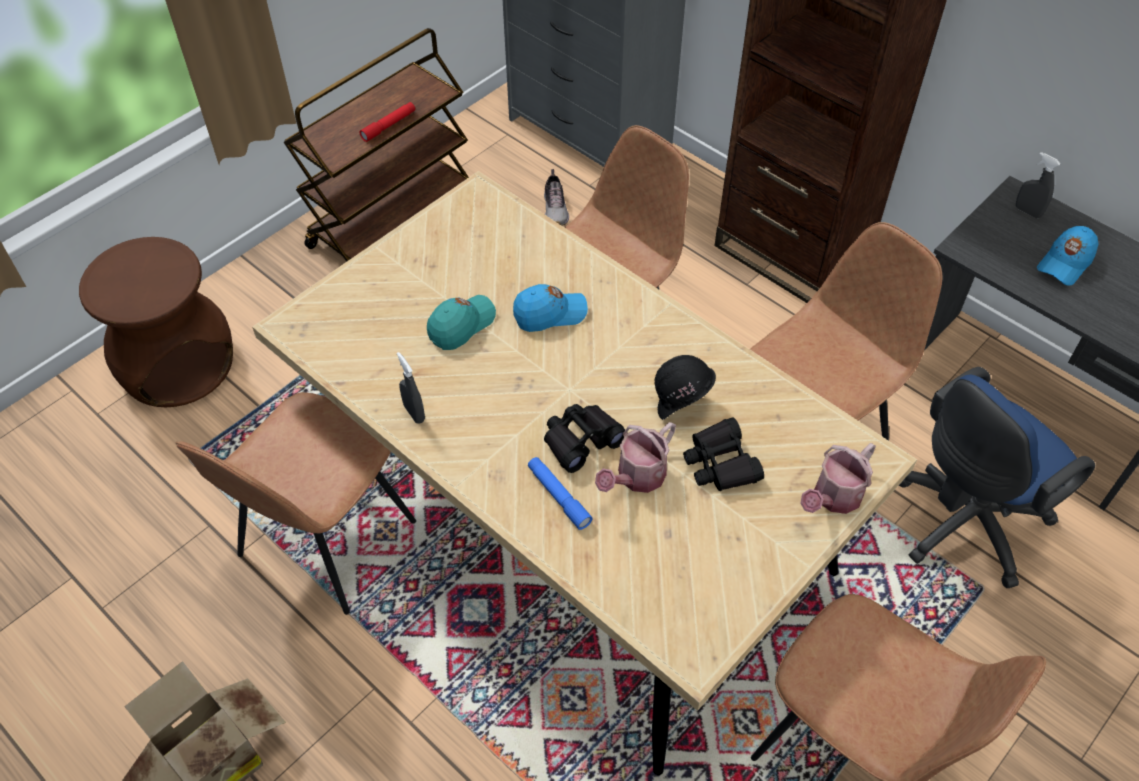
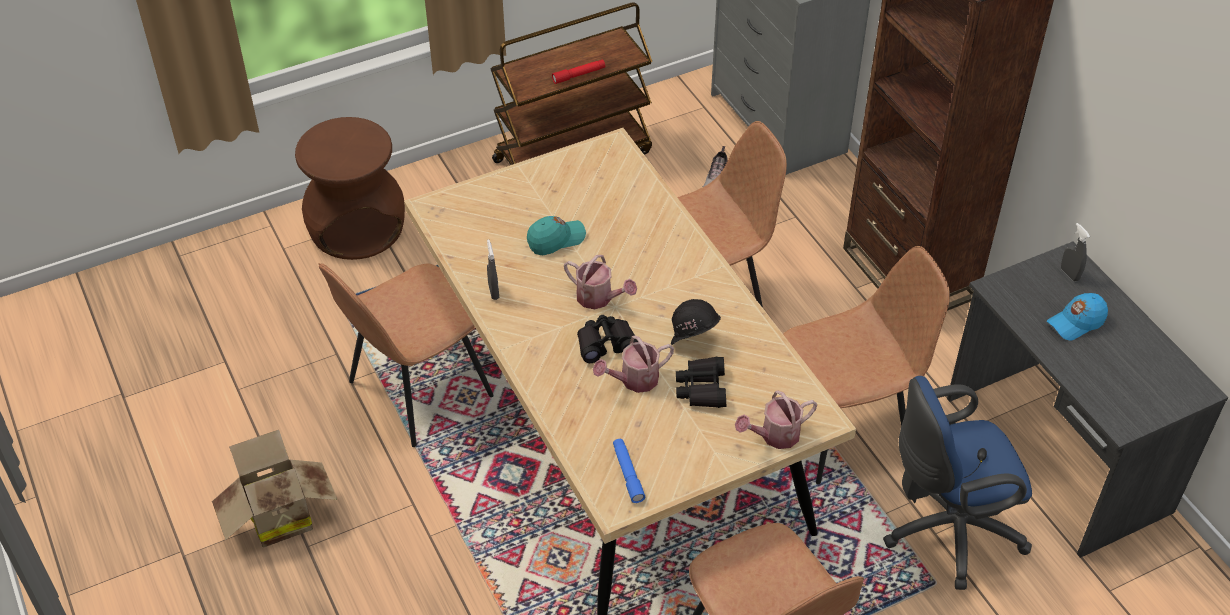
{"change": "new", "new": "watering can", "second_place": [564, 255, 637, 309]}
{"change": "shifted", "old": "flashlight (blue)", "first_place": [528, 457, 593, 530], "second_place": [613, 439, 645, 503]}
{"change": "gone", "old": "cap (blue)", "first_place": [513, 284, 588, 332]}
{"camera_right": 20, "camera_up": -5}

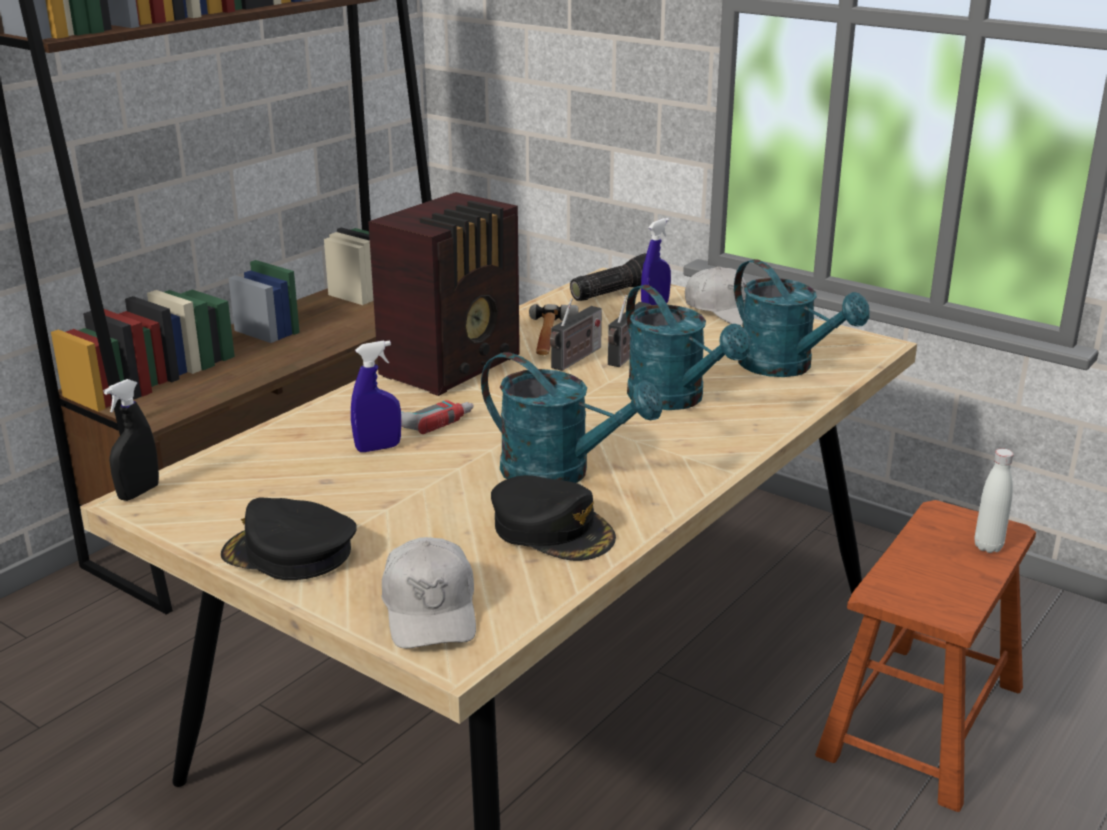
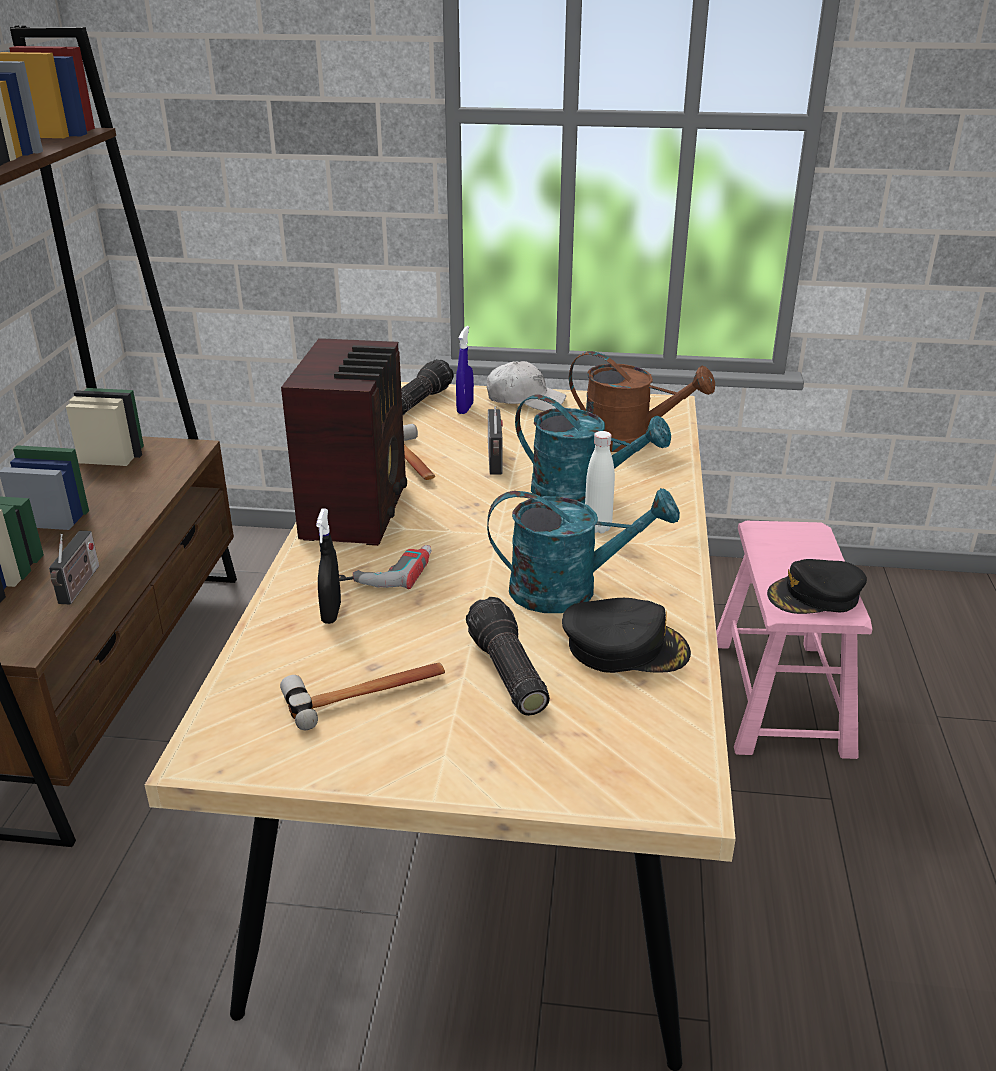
{"change": "shifted", "old": "radio", "first_place": [550, 298, 602, 371], "second_place": [49, 531, 99, 605]}
{"change": "new", "new": "hammer", "second_place": [280, 663, 445, 730]}
{"change": "shifted", "old": "spray bottle (black)", "first_place": [103, 379, 159, 501], "second_place": [316, 509, 341, 624]}
{"change": "new", "new": "flashlight", "second_place": [466, 597, 550, 716]}
{"change": "repainted", "old": "watering can (turquoise)", "new": "watering can (brown)", "first_place": [734, 259, 870, 377], "second_place": [569, 351, 715, 452]}
{"change": "shifted", "old": "bottle (white)", "first_place": [974, 449, 1014, 553], "second_place": [585, 431, 615, 534]}
{"change": "repainted", "old": "stool (brown)", "new": "stool (pink)", "first_place": [815, 500, 1036, 812], "second_place": [716, 521, 872, 759]}
{"change": "shifted", "old": "cap (black)", "first_place": [221, 498, 357, 580], "second_place": [767, 559, 867, 614]}
{"change": "gone", "old": "spray bottle (blue)", "first_place": [351, 341, 401, 452]}
{"change": "gone", "old": "cap (white)", "first_place": [381, 537, 476, 649]}
{"camera_right": -30, "camera_up": 5}

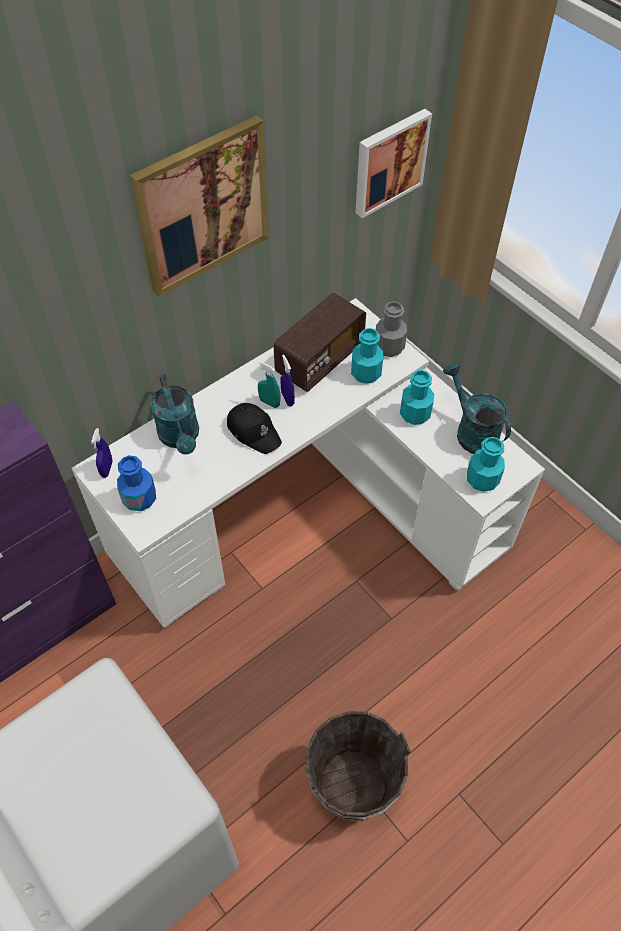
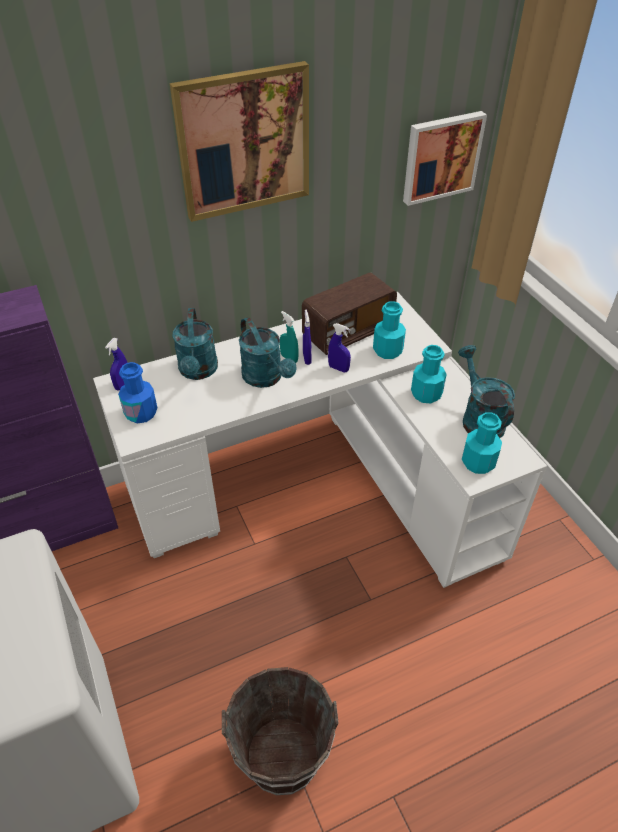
{"change": "swapped", "old": "cap (black)", "new": "watering can (turquoise)", "first_place": [227, 403, 282, 454], "second_place": [239, 317, 296, 388]}
{"change": "new", "new": "spray bottle (blue)", "second_place": [328, 323, 351, 372]}
{"change": "gone", "old": "bottle (grey)", "first_place": [376, 301, 407, 357]}
{"camera_right": 15, "camera_up": -10}

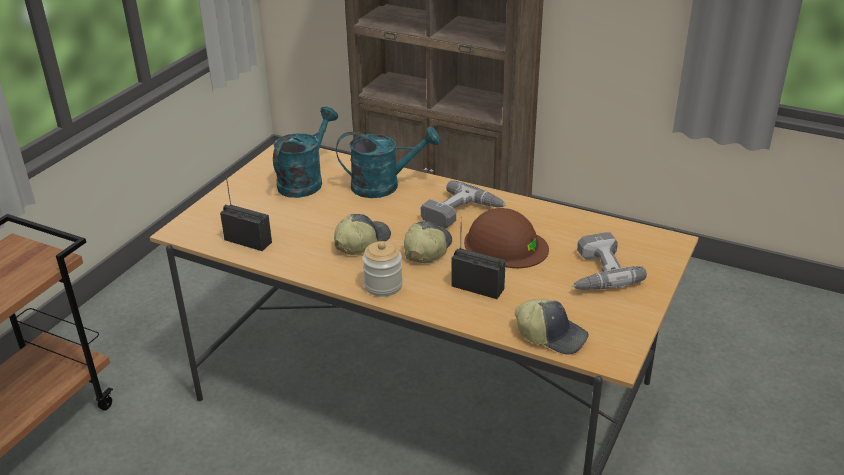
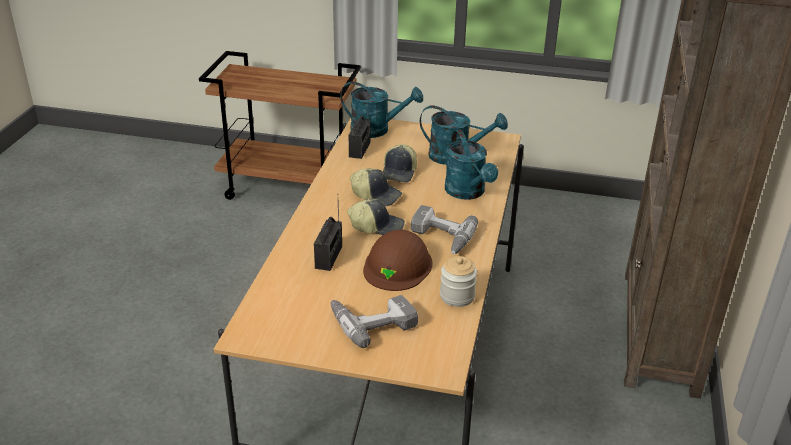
{"change": "new", "new": "watering can (turquoise)", "second_place": [340, 81, 423, 138]}
{"change": "shifted", "old": "cap", "first_place": [515, 298, 589, 355], "second_place": [383, 144, 417, 183]}
{"change": "shifted", "old": "jar", "first_place": [362, 241, 403, 297], "second_place": [440, 256, 477, 307]}
{"camera_right": 75, "camera_up": 0}

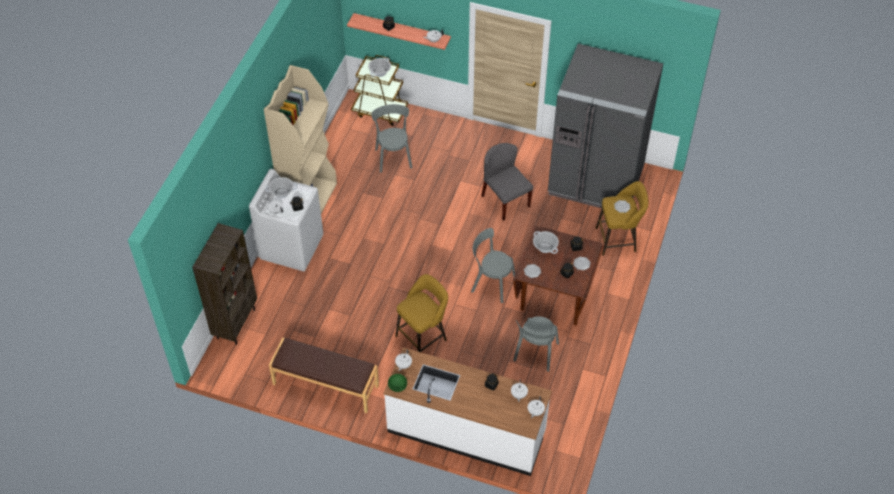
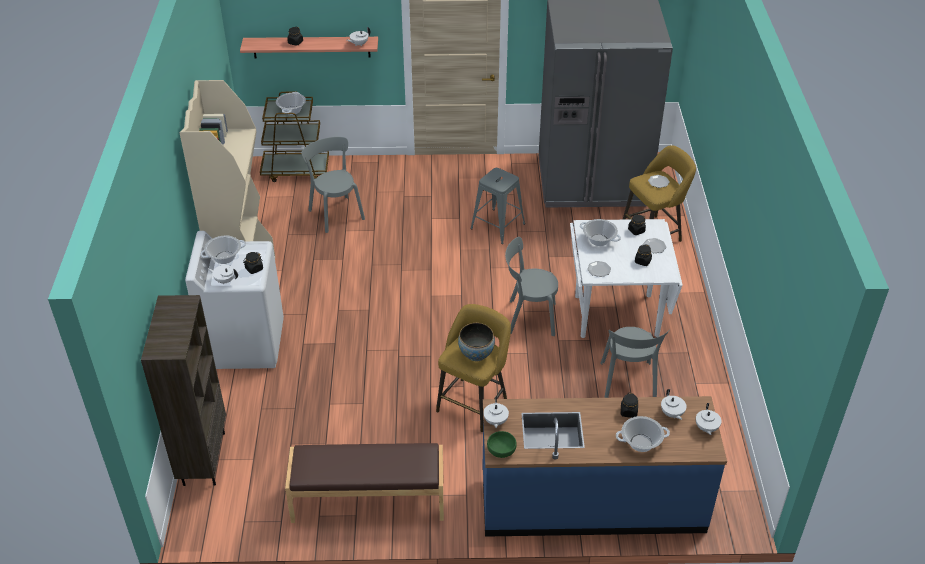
{"change": "new", "new": "bowl", "second_place": [458, 323, 495, 361]}
{"change": "swapped", "old": "chair (grey)", "new": "stool (grey)", "first_place": [481, 143, 533, 221], "second_place": [470, 168, 525, 244]}
{"change": "repainted", "old": "counter (white)", "new": "counter (blue)", "first_place": [383, 347, 552, 476], "second_place": [482, 396, 727, 537]}
{"change": "repainted", "old": "dining table (brown)", "new": "dining table (white)", "first_place": [513, 225, 604, 325], "second_place": [570, 219, 683, 338]}
{"change": "new", "new": "cooking pot", "second_place": [616, 416, 670, 452]}
{"camera_right": -20, "camera_up": -10}

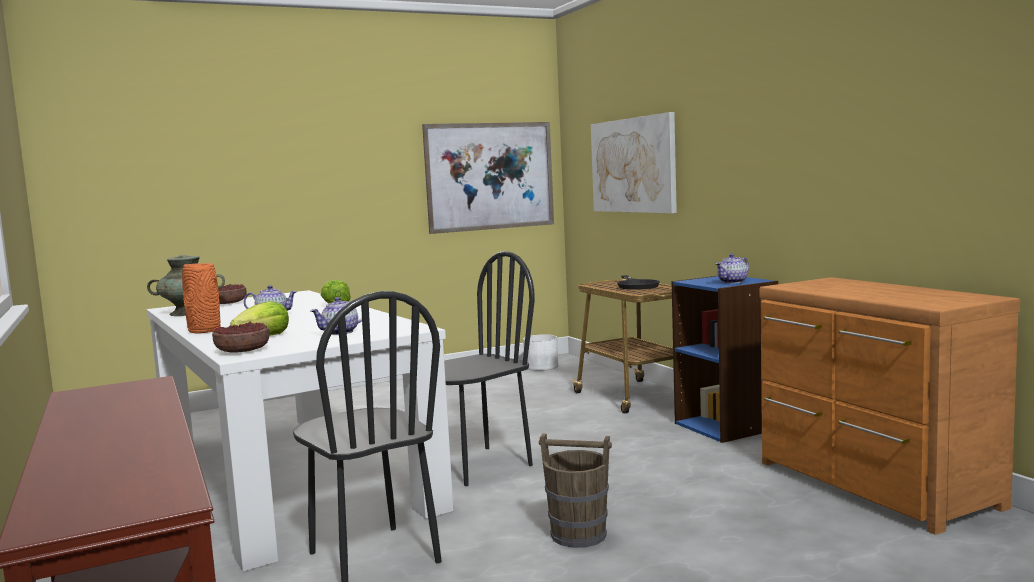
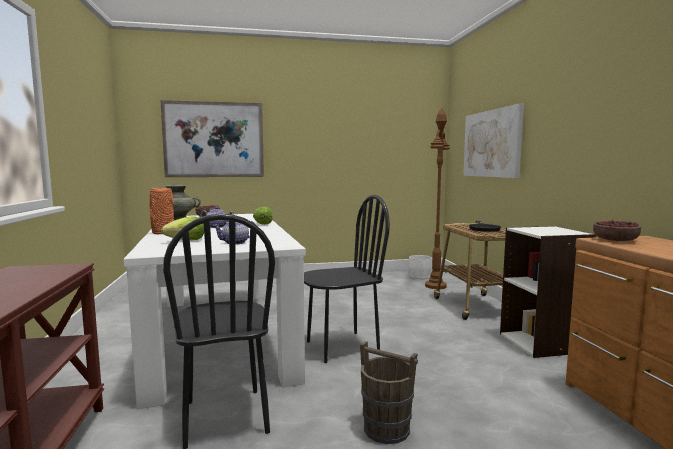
{"change": "shifted", "old": "picture", "first_place": [422, 122, 554, 234], "second_place": [160, 100, 264, 177]}
{"change": "new", "new": "floor lamp (brown)", "second_place": [425, 108, 450, 289]}
{"change": "repainted", "old": "bookcase (blue)", "new": "bookcase (white)", "first_place": [672, 276, 779, 443], "second_place": [500, 226, 596, 358]}
{"change": "shifted", "old": "bowl", "first_place": [212, 322, 269, 352], "second_place": [593, 220, 641, 241]}
{"change": "gone", "old": "teapot", "first_place": [715, 254, 749, 284]}
{"camera_right": 15, "camera_up": 0}

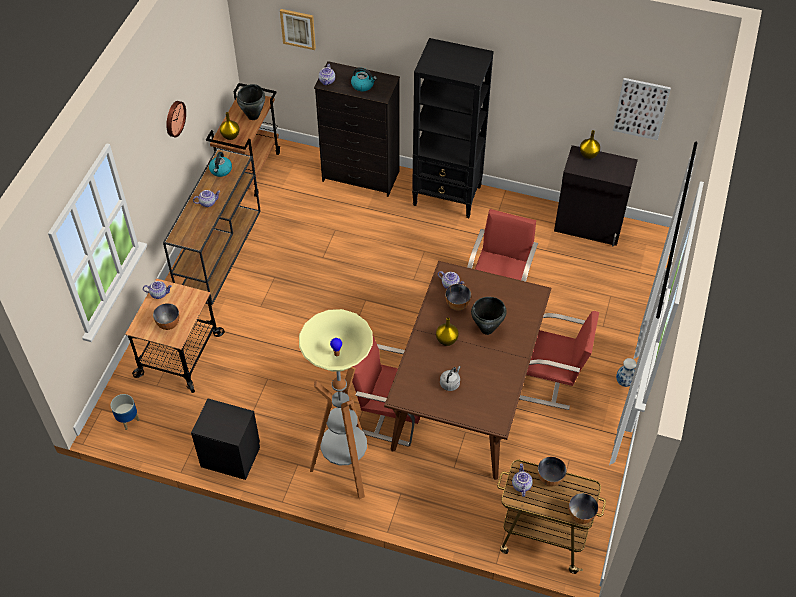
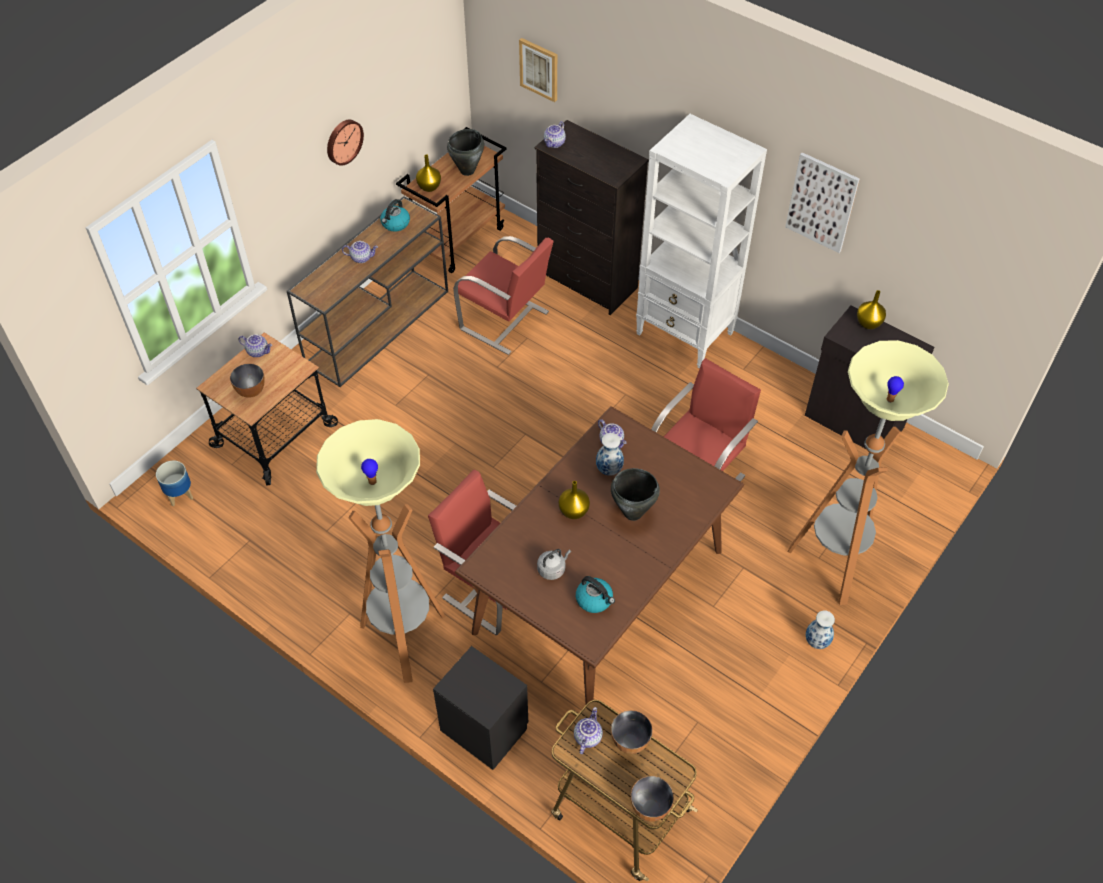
{"change": "shifted", "old": "nightstand (black)", "first_place": [191, 399, 260, 480], "second_place": [433, 646, 528, 770]}
{"change": "shifted", "old": "chair (red)", "first_place": [519, 311, 599, 410], "second_place": [453, 236, 554, 355]}
{"change": "shifted", "old": "kettle", "first_place": [351, 67, 377, 91], "second_place": [576, 576, 615, 613]}
{"change": "swapped", "old": "bowl", "new": "vase", "first_place": [445, 284, 471, 311], "second_place": [596, 433, 624, 476]}
{"change": "repainted", "old": "bookcase (black)", "new": "bookcase (white)", "first_place": [412, 38, 494, 218], "second_place": [636, 114, 767, 369]}
{"change": "shifted", "old": "picture", "first_place": [613, 78, 671, 140], "second_place": [785, 152, 860, 253]}
{"change": "new", "new": "floor lamp", "second_place": [788, 340, 949, 605]}
{"camera_right": 20, "camera_up": 0}

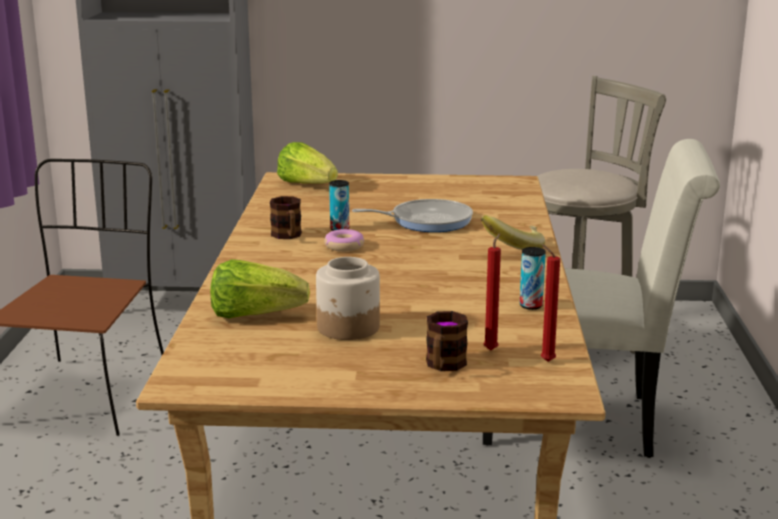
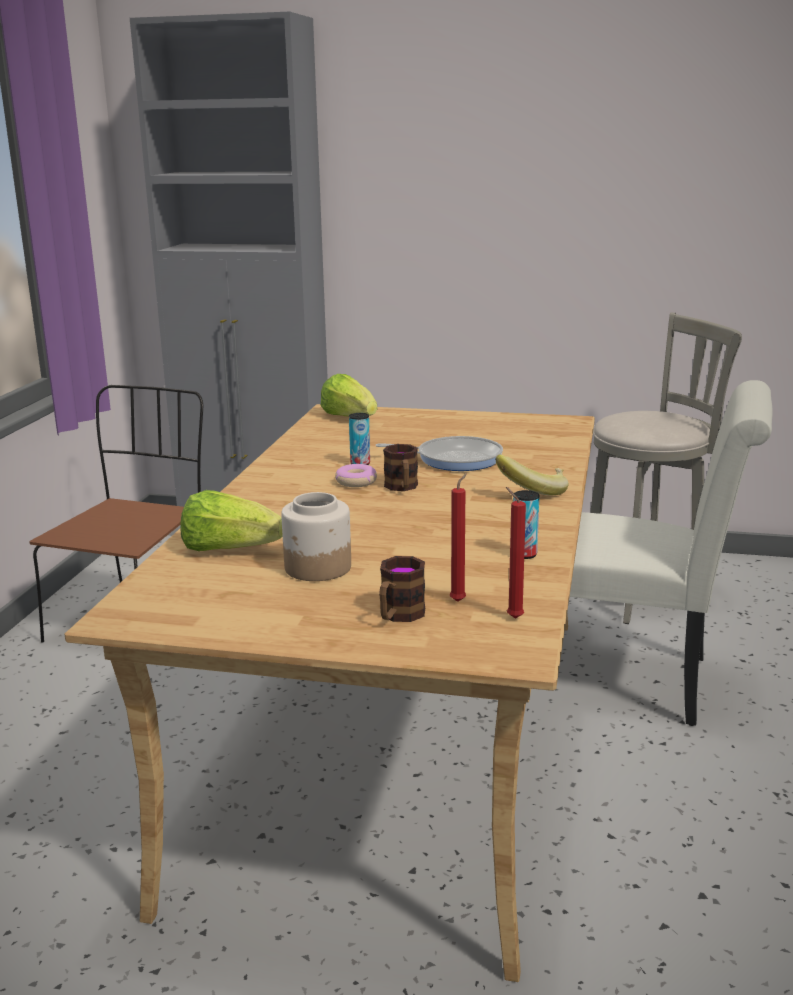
{"change": "shifted", "old": "mug", "first_place": [270, 196, 302, 239], "second_place": [383, 444, 418, 491]}
{"camera_right": 10, "camera_up": 0}

